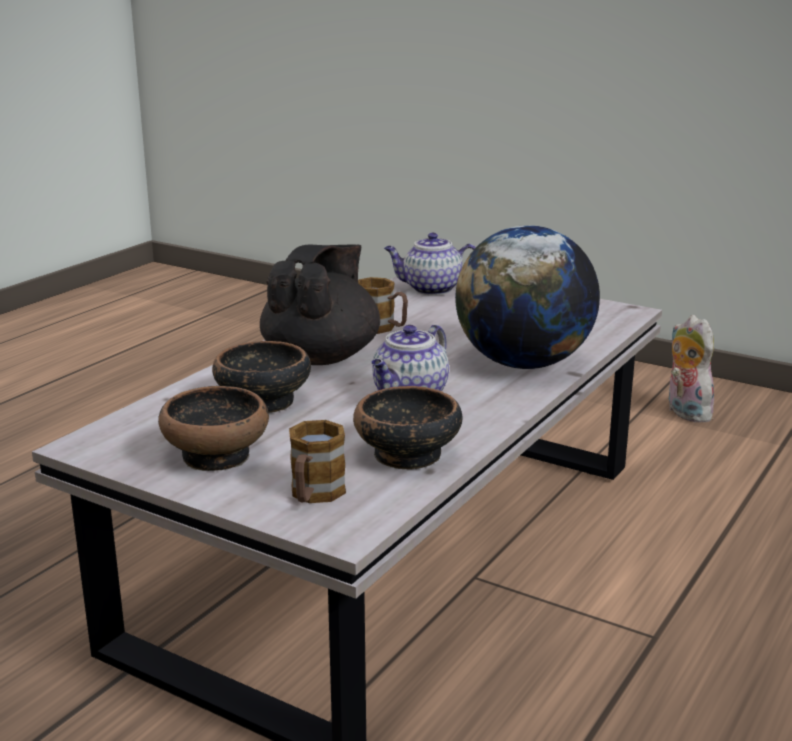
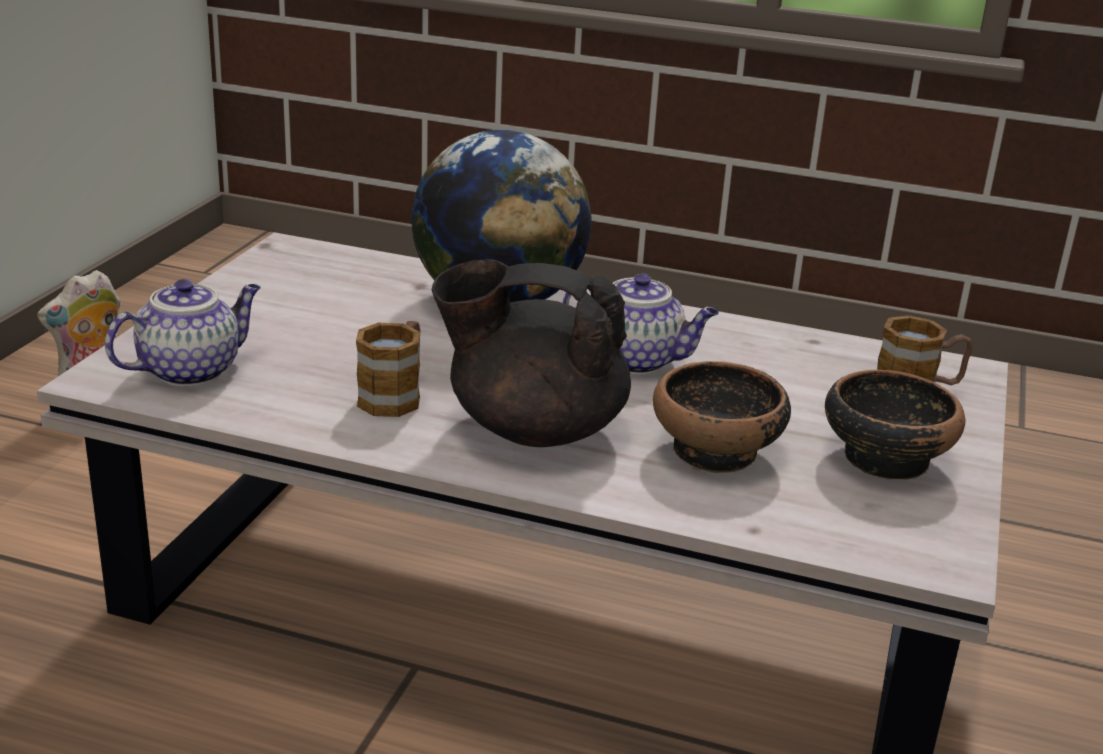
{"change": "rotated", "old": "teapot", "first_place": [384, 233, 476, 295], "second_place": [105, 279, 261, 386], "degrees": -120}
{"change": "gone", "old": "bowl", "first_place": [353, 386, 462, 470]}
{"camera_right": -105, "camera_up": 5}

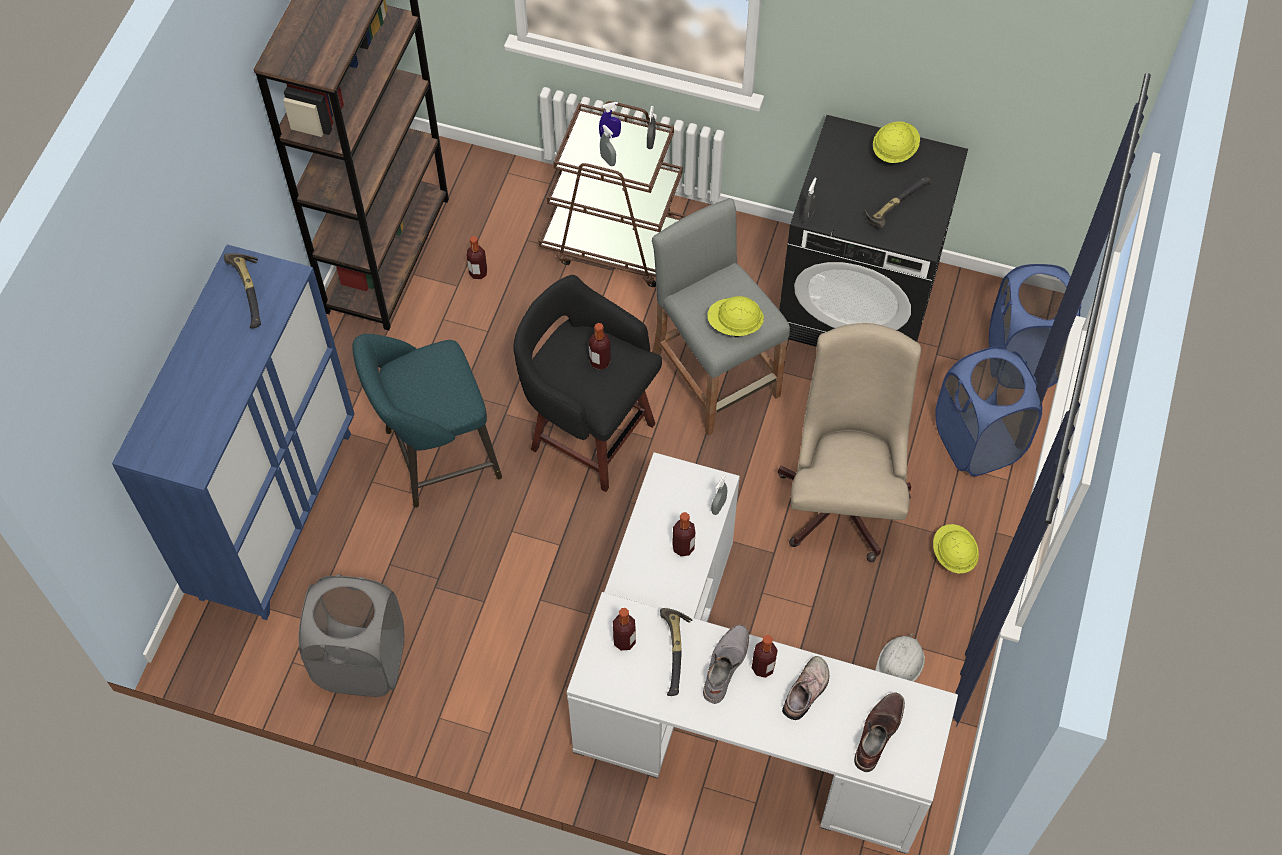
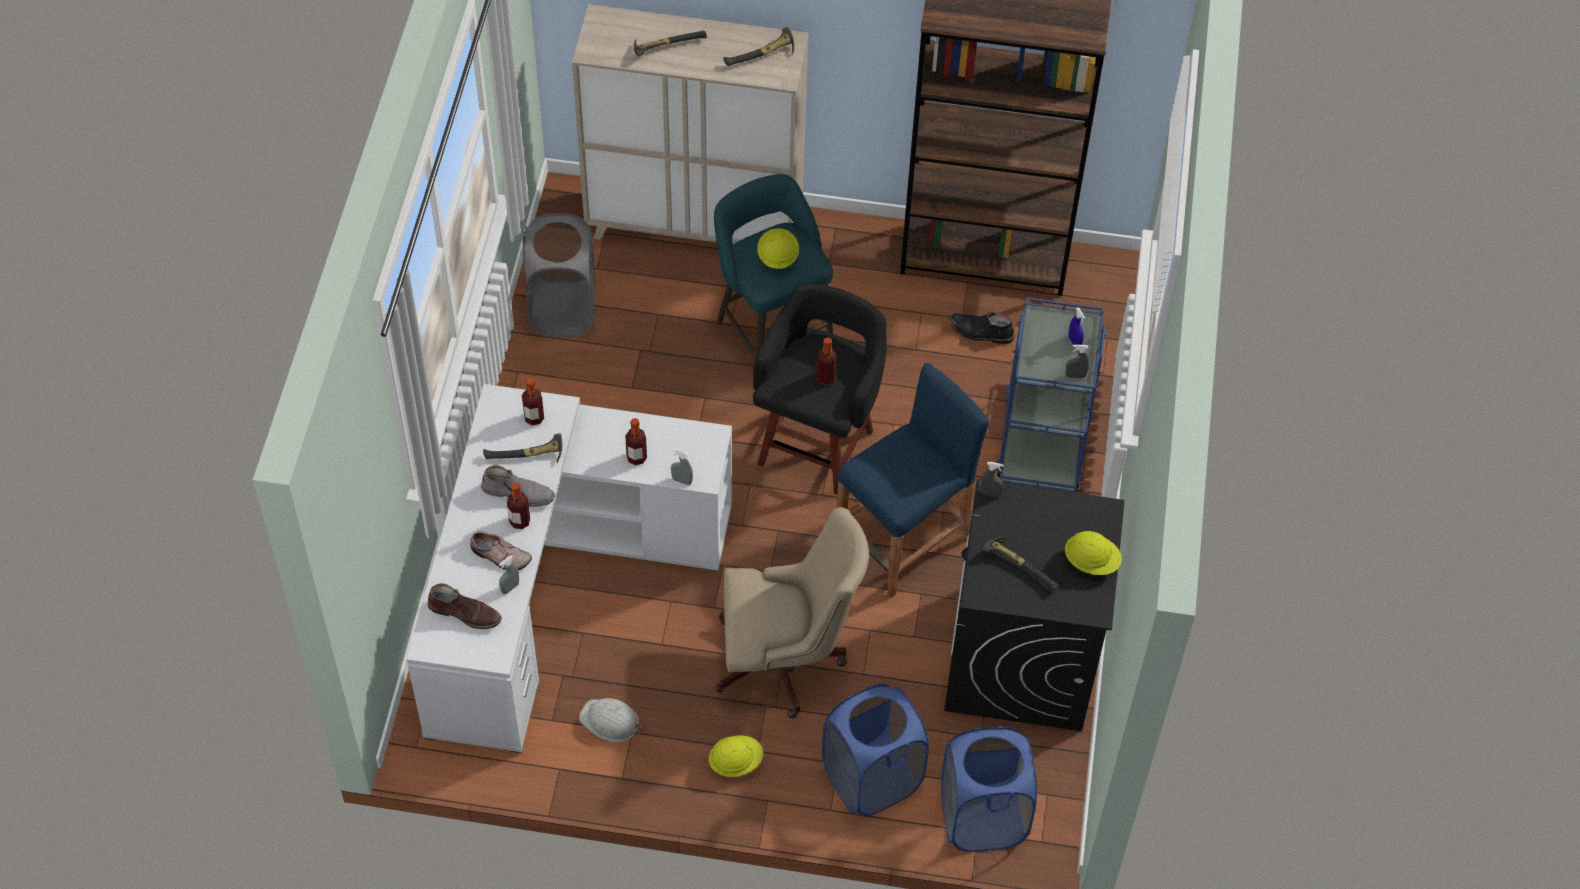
{"change": "shifted", "old": "spray bottle (grey)", "first_place": [600, 125, 616, 166], "second_place": [499, 556, 519, 594]}
{"change": "repainted", "old": "cabinet (blue)", "new": "cabinet (beige)", "first_place": [112, 245, 355, 620], "second_place": [572, 4, 808, 244]}
{"change": "new", "new": "hammer", "second_place": [634, 31, 707, 56]}
{"change": "shifted", "old": "hard hat (yellow)", "first_place": [707, 296, 764, 338], "second_place": [757, 228, 799, 269]}
{"change": "repainted", "old": "stool (grey)", "new": "stool (blue)", "first_place": [652, 198, 790, 436], "second_place": [837, 363, 989, 598]}
{"change": "swapped", "old": "bottle", "new": "boot (black)", "first_place": [467, 236, 487, 279], "second_place": [949, 311, 1015, 344]}
{"change": "repainted", "old": "cart (brown)", "new": "cart (blue)", "first_place": [539, 101, 686, 287], "second_place": [995, 297, 1106, 493]}
{"camera_right": 80, "camera_up": -5}

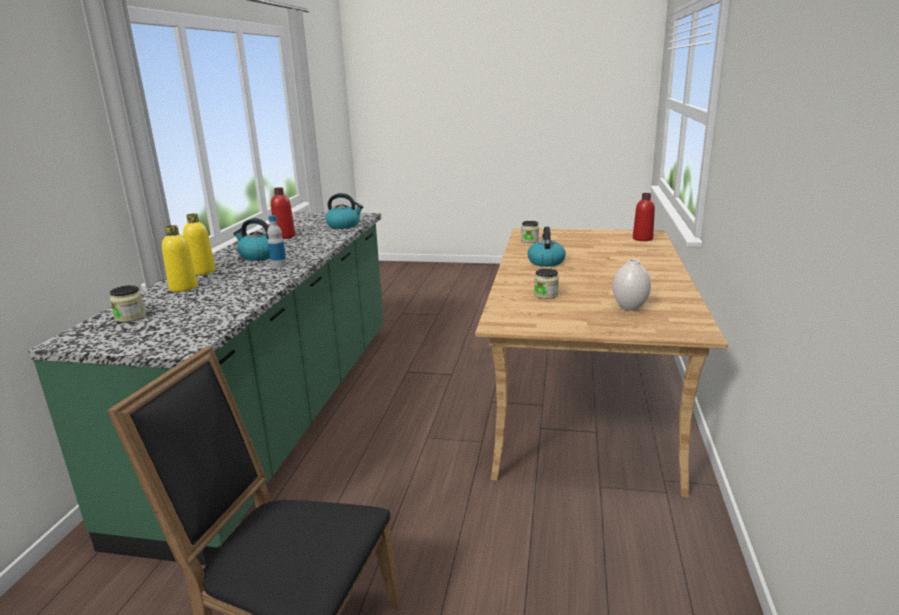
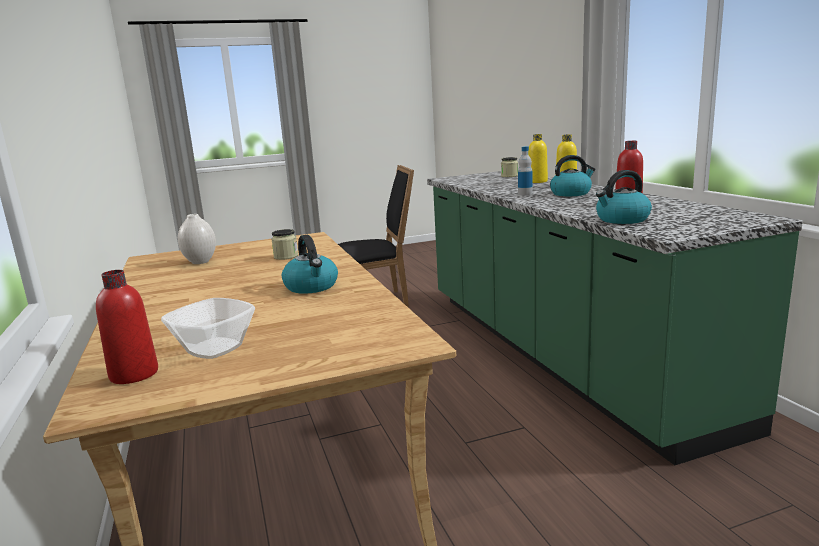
{"change": "new", "new": "bowl", "second_place": [161, 298, 255, 359]}
{"change": "gone", "old": "jar", "first_place": [521, 221, 539, 243]}
{"camera_right": 150, "camera_up": -5}

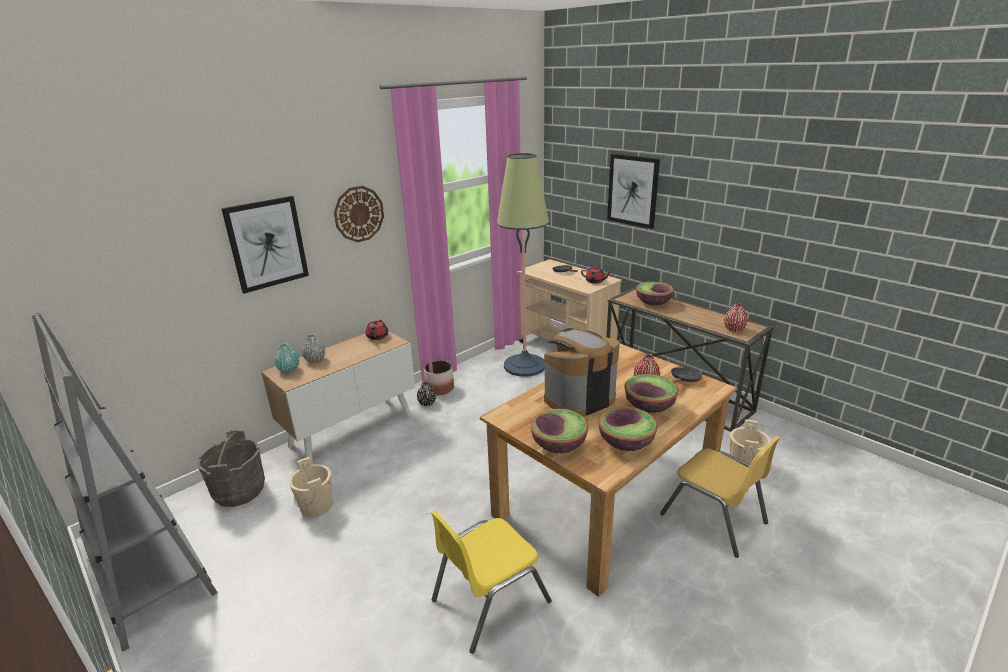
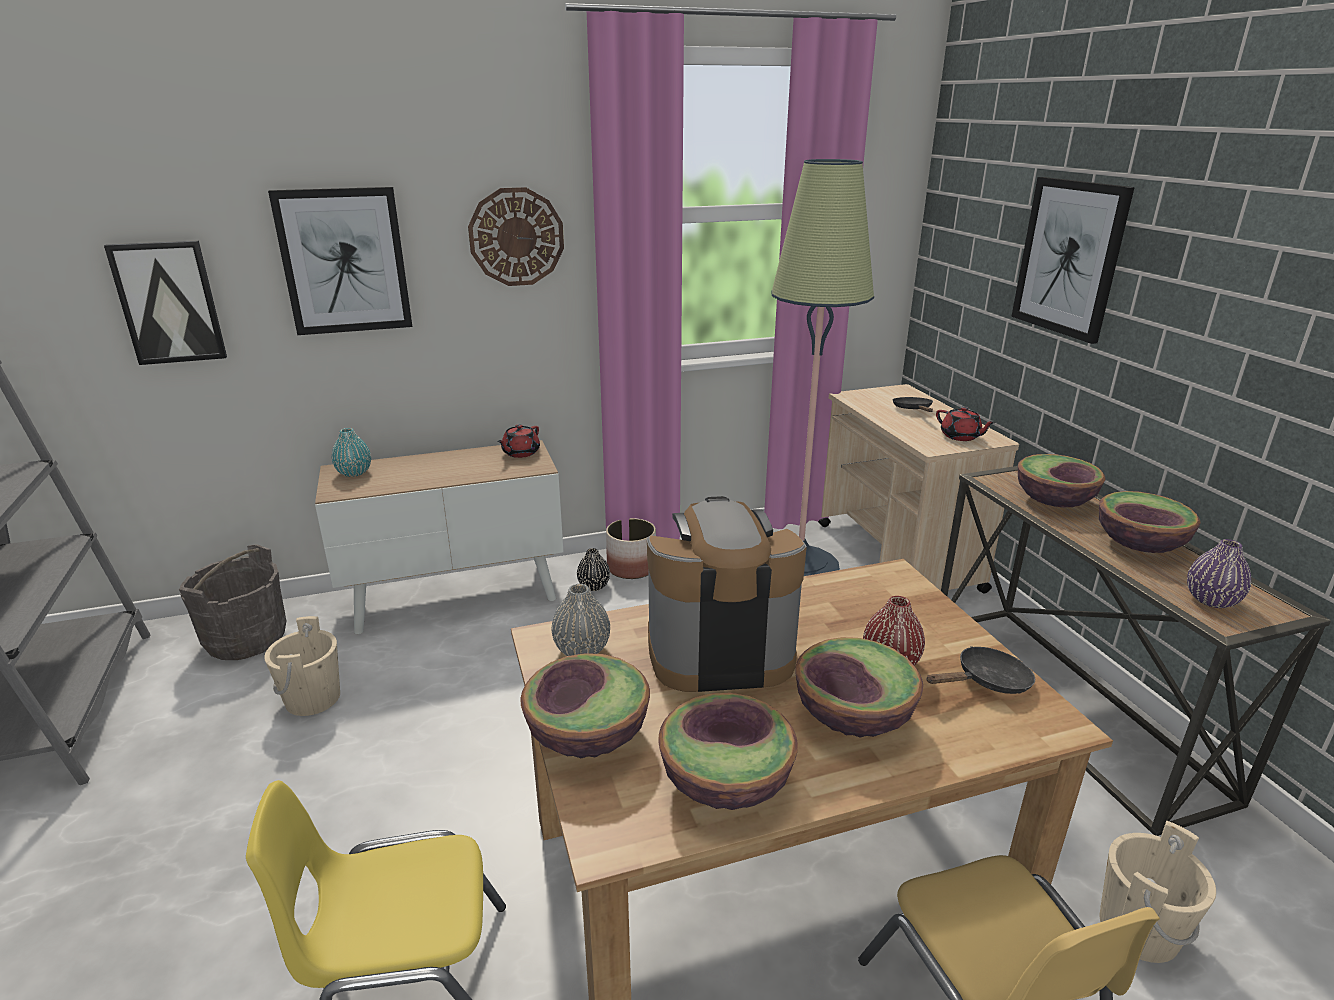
{"change": "new", "new": "picture", "second_place": [104, 240, 227, 365]}
{"change": "shifted", "old": "vase (grey)", "first_place": [302, 334, 325, 363], "second_place": [551, 584, 610, 656]}
{"change": "new", "new": "bowl", "second_place": [1099, 491, 1201, 553]}
{"change": "repainted", "old": "vase (red)", "new": "vase (purple)", "first_place": [724, 303, 748, 332], "second_place": [1187, 539, 1251, 608]}
{"camera_right": 25, "camera_up": 0}

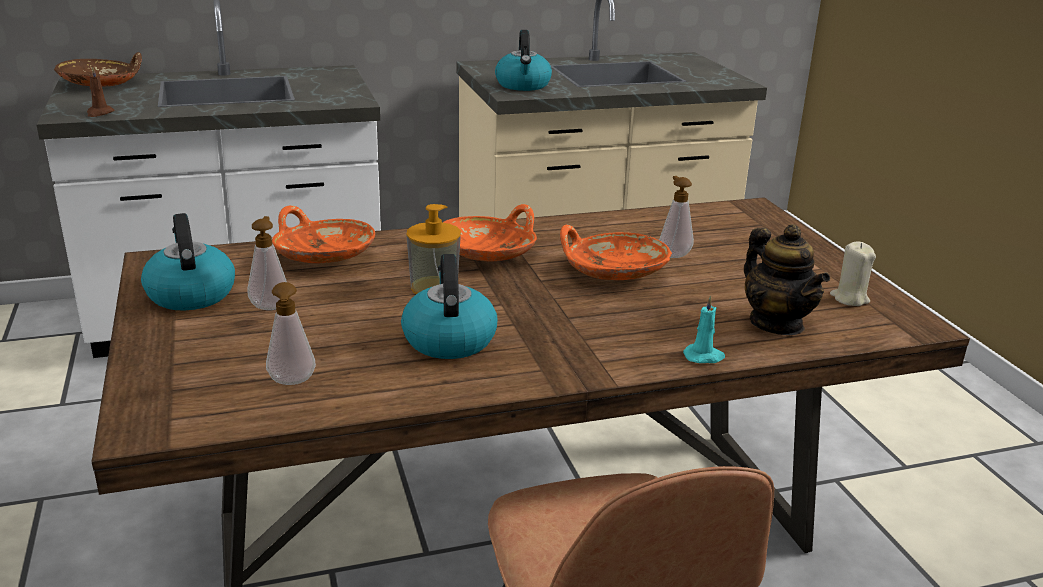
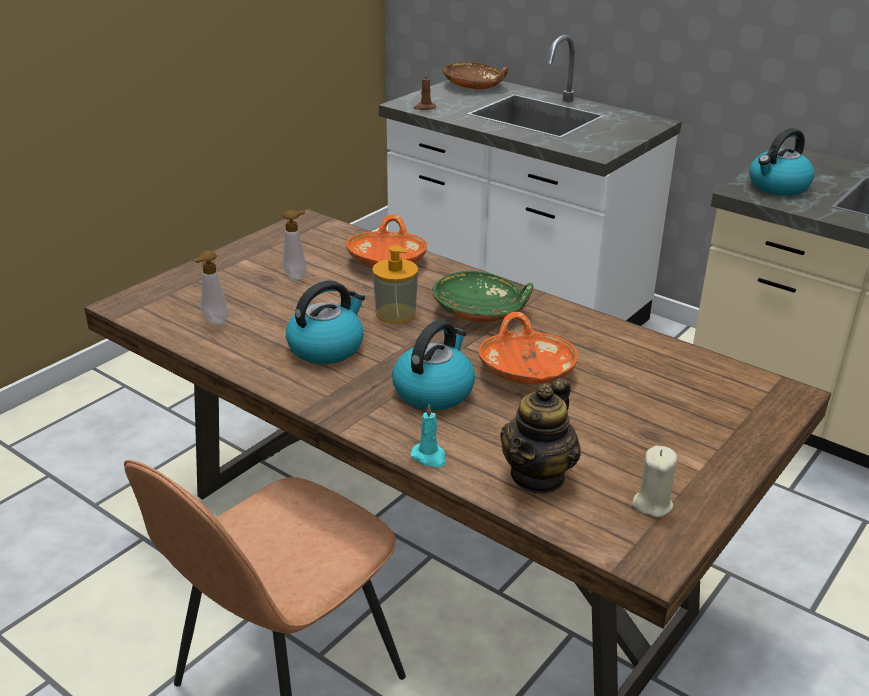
{"change": "shifted", "old": "kettle", "first_place": [141, 213, 235, 310], "second_place": [392, 320, 475, 410]}
{"change": "repainted", "old": "bowl (orange)", "new": "bowl (green)", "first_place": [443, 204, 537, 261], "second_place": [432, 271, 533, 322]}
{"change": "gone", "old": "soap dispenser", "first_place": [659, 176, 694, 258]}
{"camera_right": 55, "camera_up": 5}

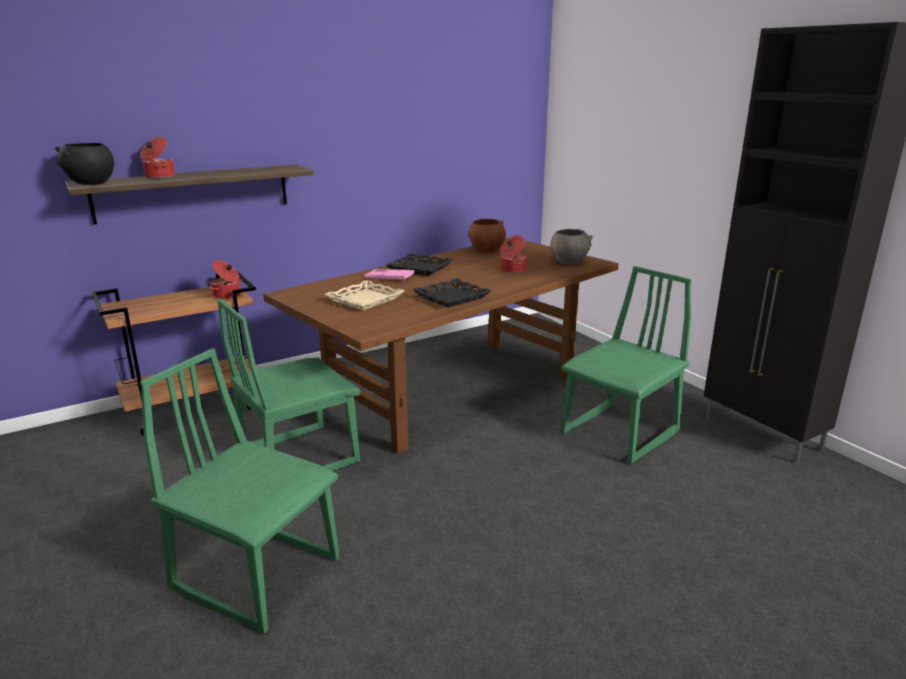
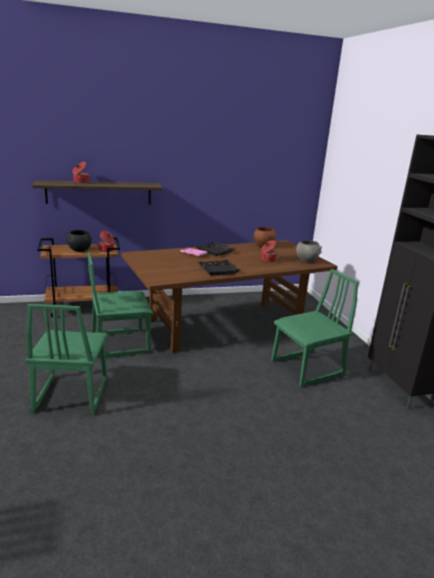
{"change": "rotated", "old": "chair (green)", "first_place": [140, 348, 339, 634], "second_place": [25, 304, 108, 414], "degrees": -135}
{"change": "shifted", "old": "bowl (black)", "first_place": [55, 143, 114, 185], "second_place": [65, 230, 92, 252]}
{"change": "gone", "old": "tray (beige)", "first_place": [324, 280, 404, 310]}
{"camera_right": 15, "camera_up": 0}

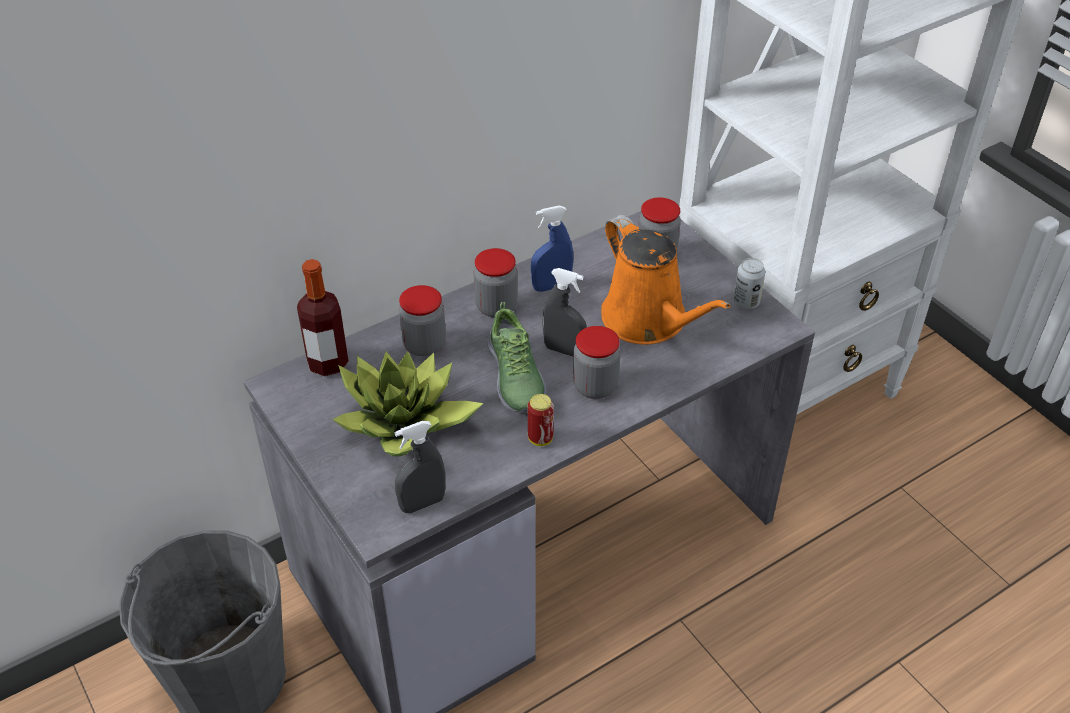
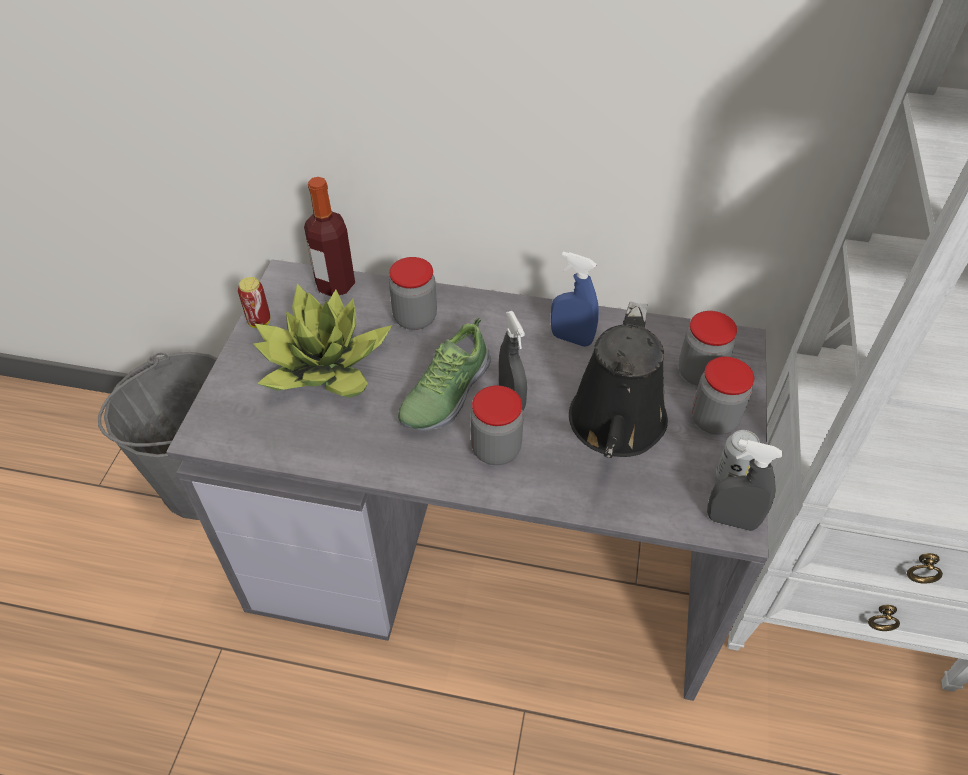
{"change": "shifted", "old": "can", "first_place": [528, 394, 554, 446], "second_place": [238, 277, 270, 328]}
{"change": "repainted", "old": "watering can (orange)", "new": "watering can (black)", "first_place": [601, 215, 731, 345], "second_place": [569, 302, 668, 458]}
{"change": "shifted", "old": "jar", "first_place": [474, 248, 518, 318], "second_place": [692, 357, 754, 435]}
{"change": "shifted", "old": "spray bottle (grey)", "first_place": [394, 421, 445, 513], "second_place": [707, 439, 782, 531]}
{"camera_right": 45, "camera_up": 5}

